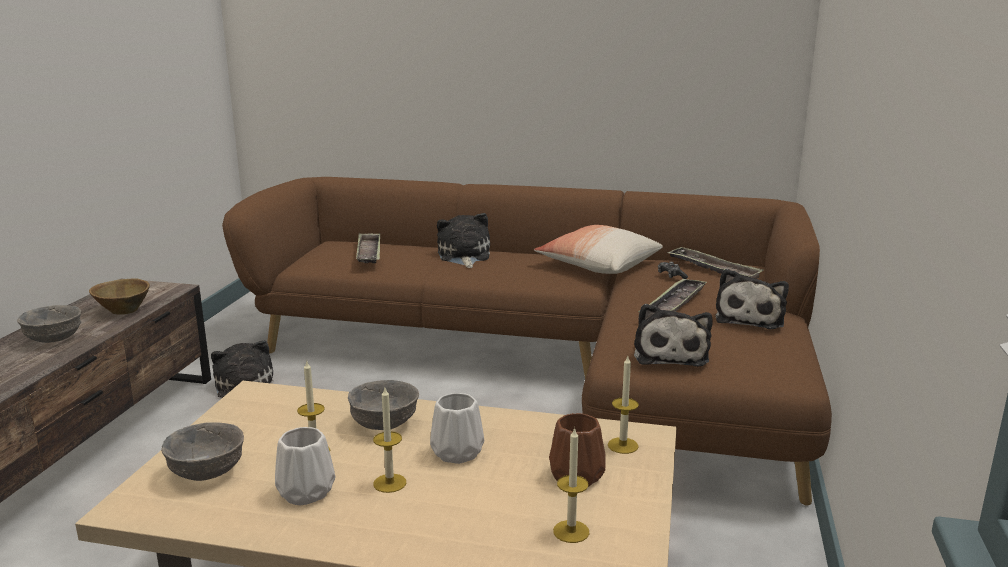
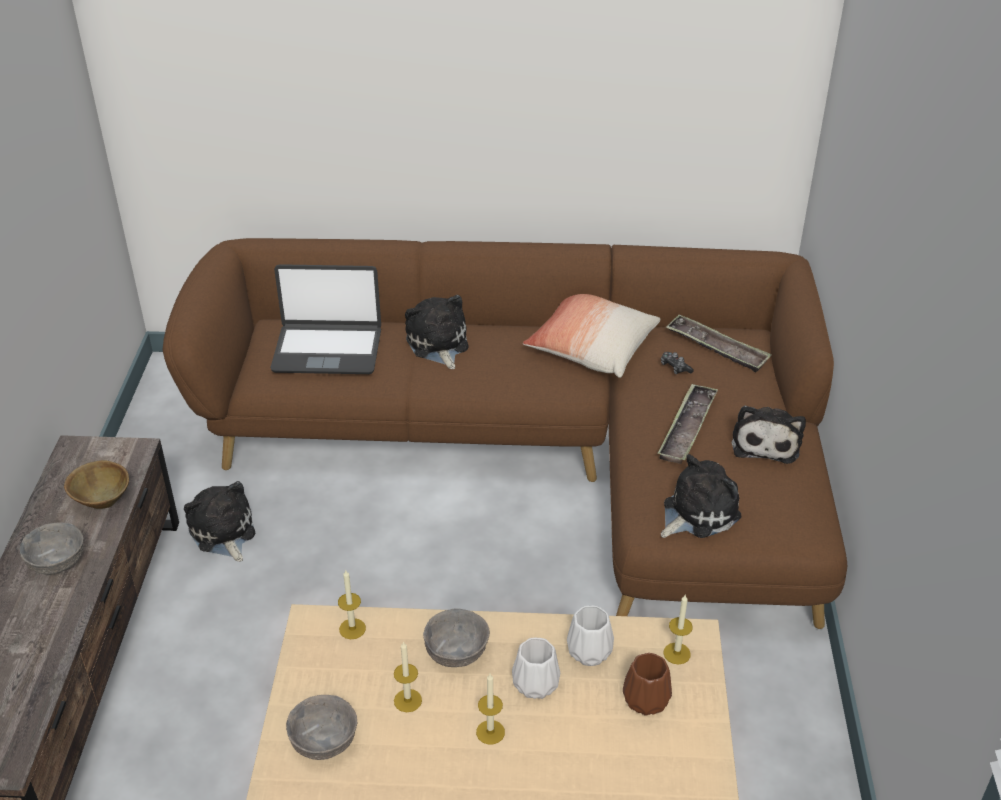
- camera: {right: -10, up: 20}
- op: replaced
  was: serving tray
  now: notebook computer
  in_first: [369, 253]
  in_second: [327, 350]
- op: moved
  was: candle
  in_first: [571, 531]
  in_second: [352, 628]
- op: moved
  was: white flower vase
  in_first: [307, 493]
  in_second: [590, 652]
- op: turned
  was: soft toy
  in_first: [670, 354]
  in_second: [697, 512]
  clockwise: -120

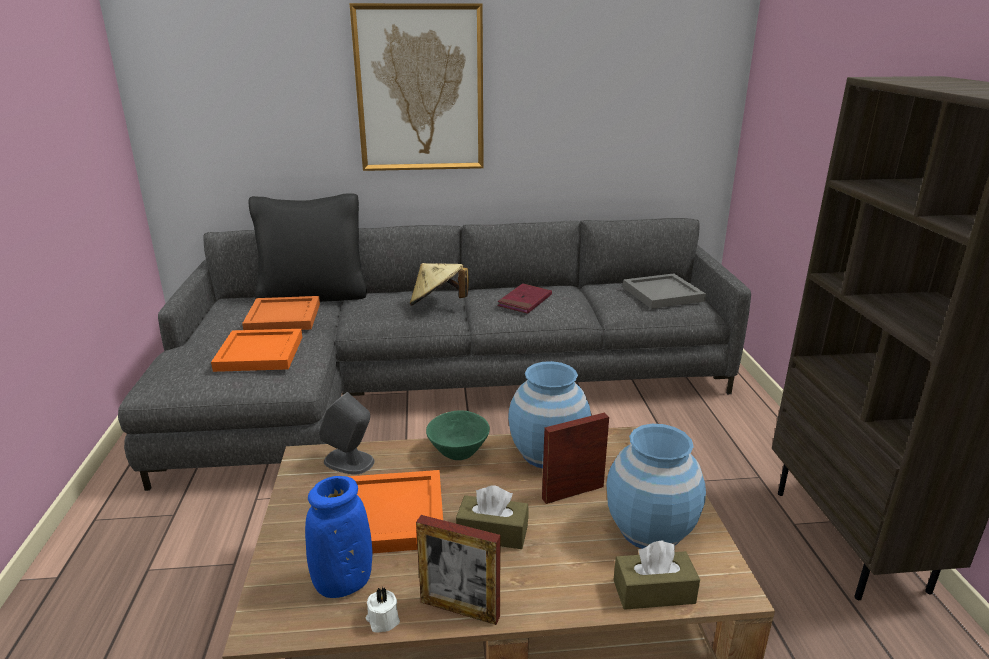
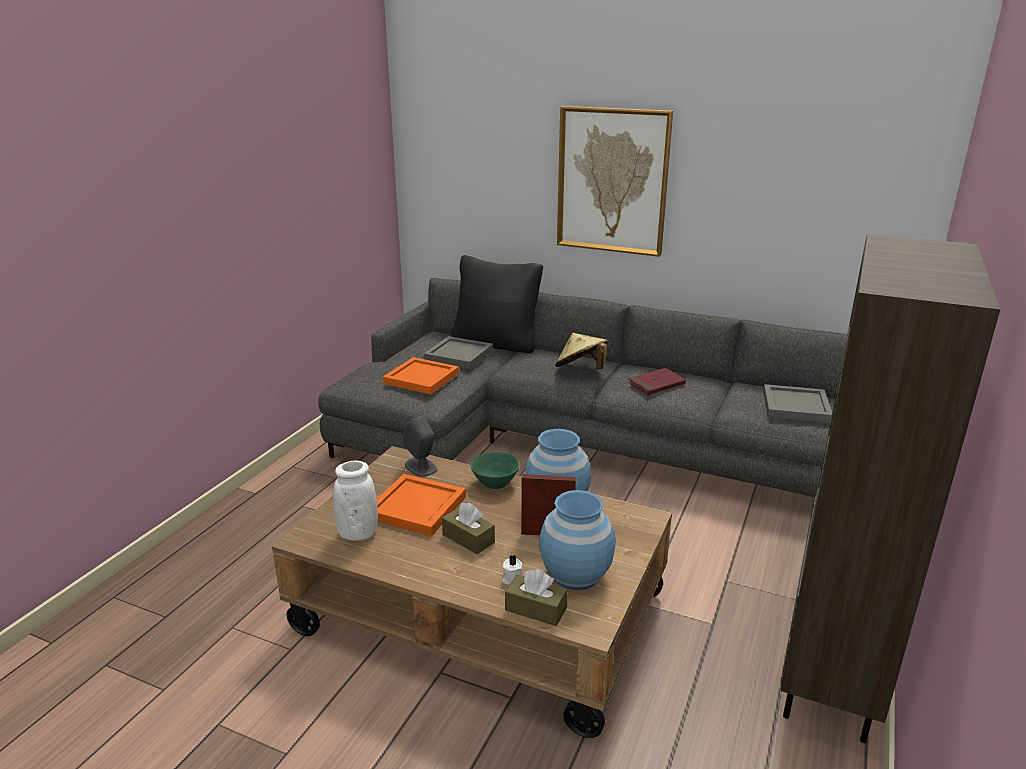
- camera: {right: 30, up: 0}
- op: recoloured
  was: blue flower vase
  now: white flower vase
  in_first: [343, 583]
  in_second: [358, 534]
- op: recoloured
  was: orange serving tray
  now: greyish serving tray
  in_first: [284, 317]
  in_second: [459, 355]
- op: moved
  was: white candle
  in_first: [382, 620]
  in_second: [512, 578]
- op: removed
  was: standing frame
  in_first: [460, 609]

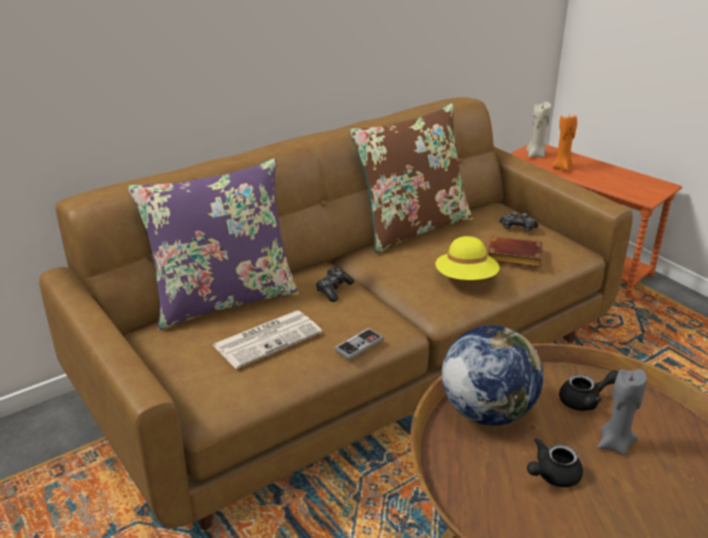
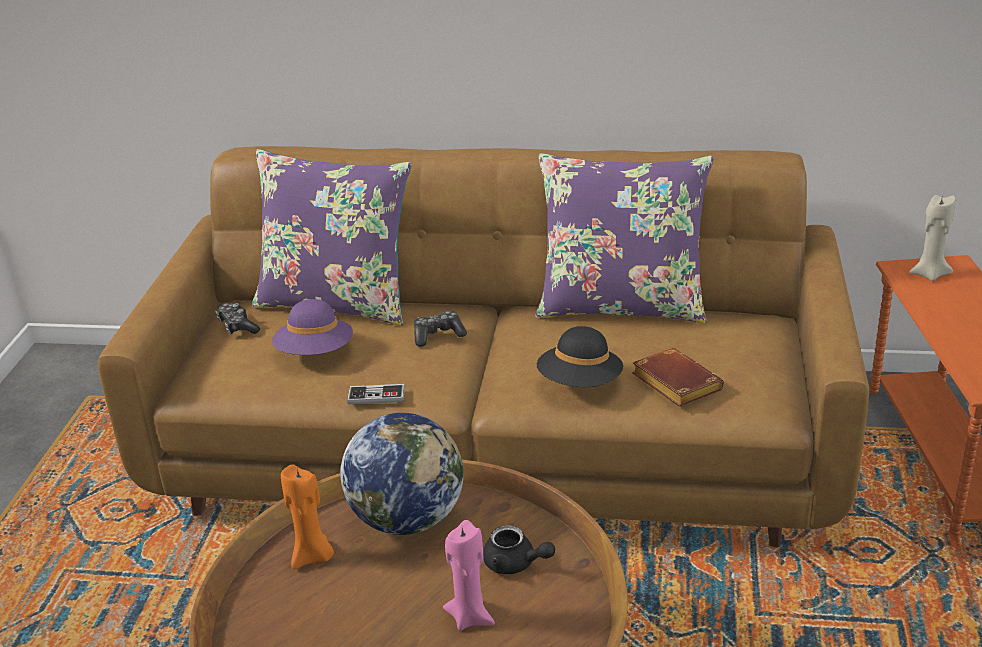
- camera: {right: 45, up: 0}
- op: moved
  was: game controller
  in_first: [517, 228]
  in_second: [237, 326]
- op: replaced
  was: daily paper
  now: purple clothing hat
  in_first: [268, 338]
  in_second: [315, 353]
- op: moved
  was: orange candle
  in_first: [562, 167]
  in_second: [313, 557]
- op: recoloured
  was: greyish candle
  now: pinkish candle
  in_first: [614, 444]
  in_second: [470, 616]
- op: recoloured
  was: brown-coloured throw pillow
  now: purple throw pillow
  in_first: [412, 228]
  in_second: [622, 306]
- op: recoloured
  was: yellowish clothing hat
  now: black-coloured clothing hat
  in_first: [466, 279]
  in_second: [580, 383]
- op: removed
  was: black-coloured tea pot
  in_first: [552, 475]

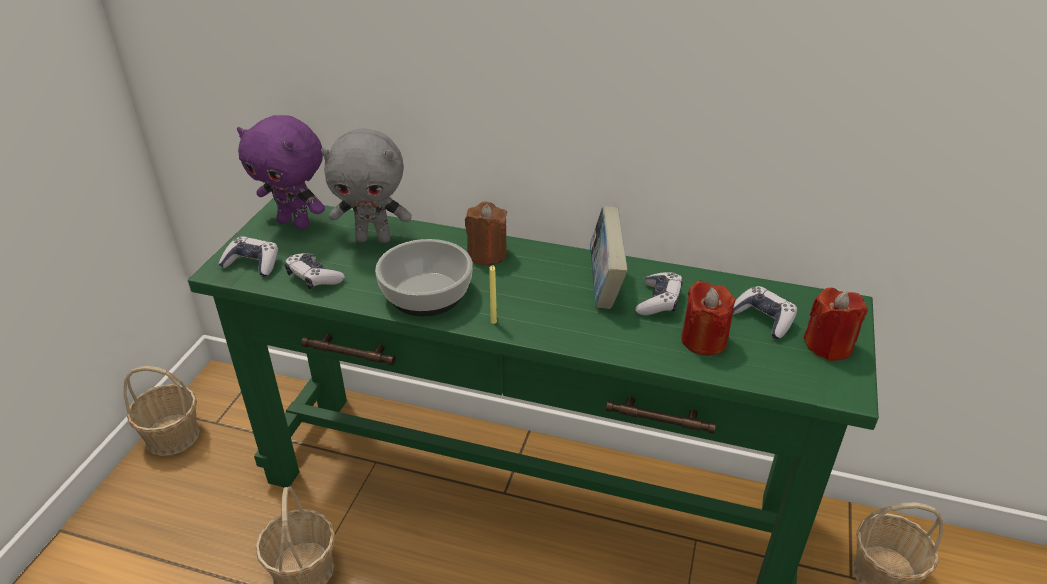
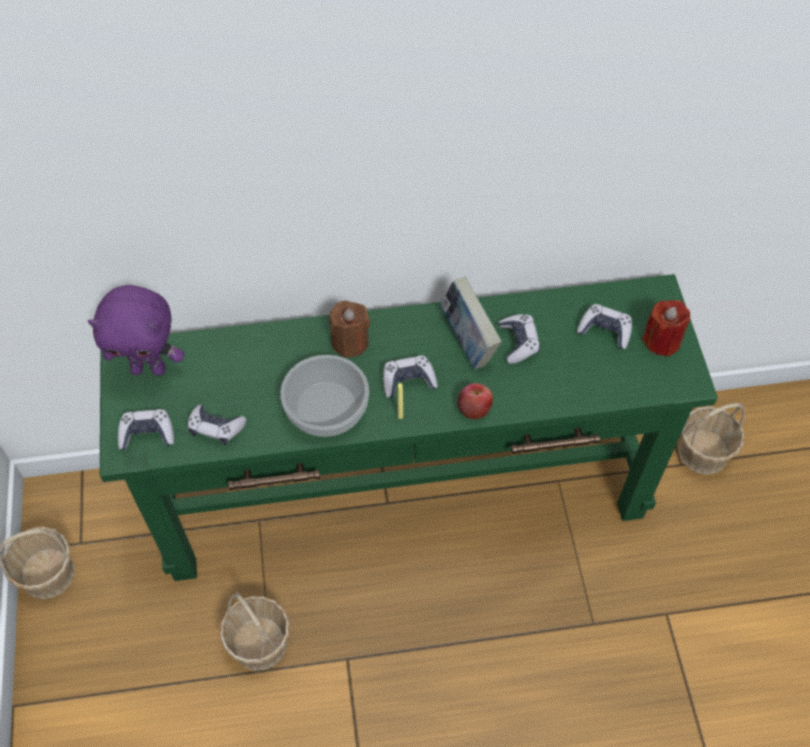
- camera: {right: -25, up: 20}
- op: added
  now: game controller
  in_second: [408, 381]
- op: added
  now: apple fruit
  in_second: [474, 408]
- op: removed
  was: greyish soft toy
  in_first: [374, 238]
- op: removed
  was: red-coloured candle
  in_first: [704, 340]

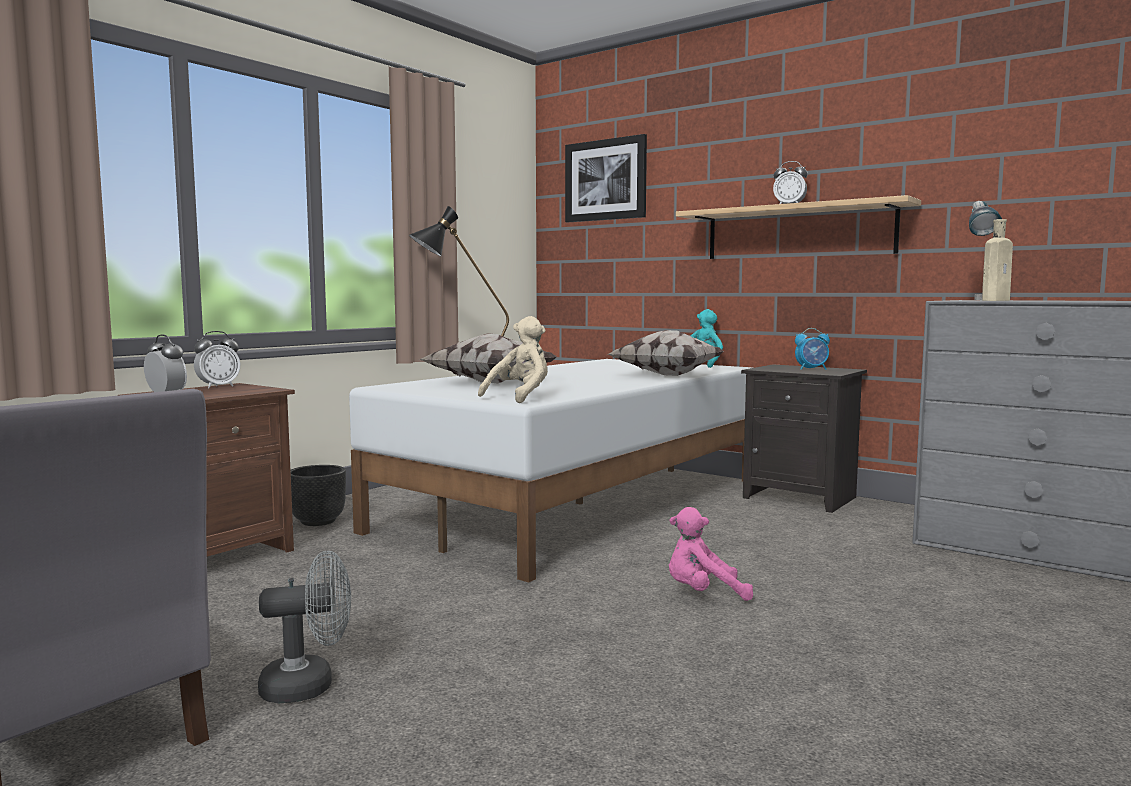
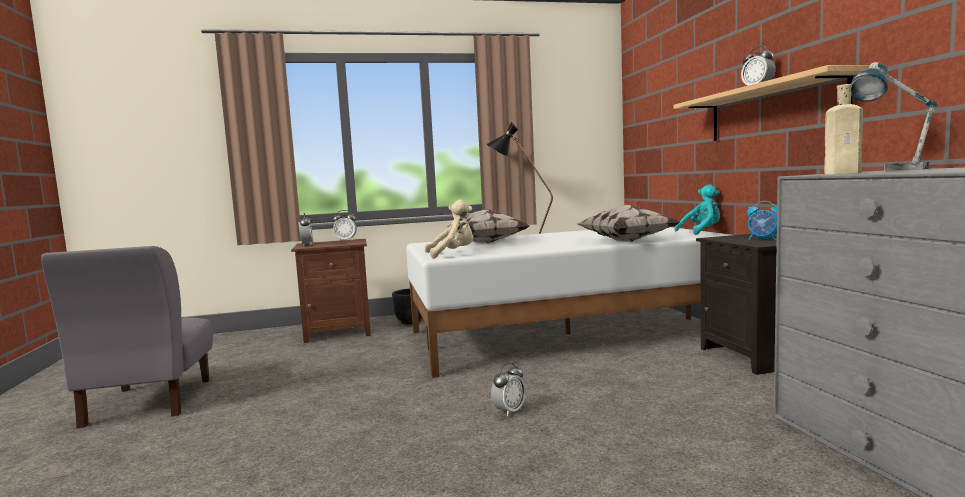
- camera: {right: 40, up: 0}
- op: replaced
  was: pinkish soft toy
  now: table clock
  in_first: [703, 594]
  in_second: [509, 411]
- op: removed
  was: greyish electric fan
  in_first: [309, 685]
- op: removed
  was: picture
  in_first: [605, 180]

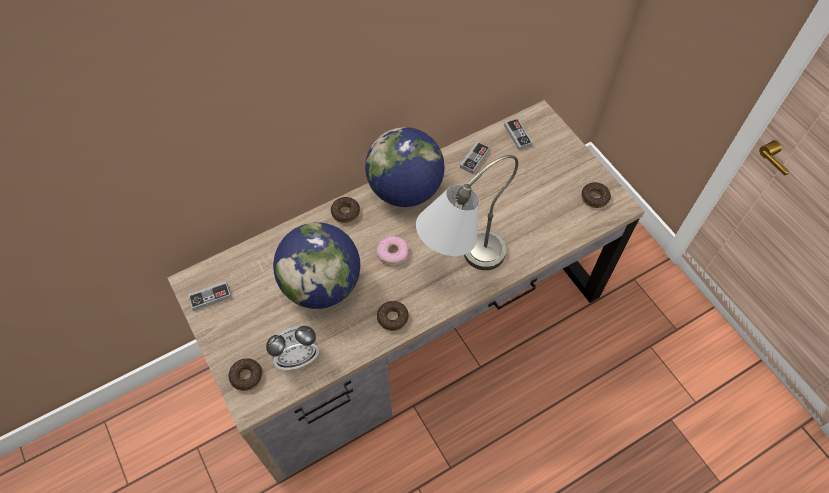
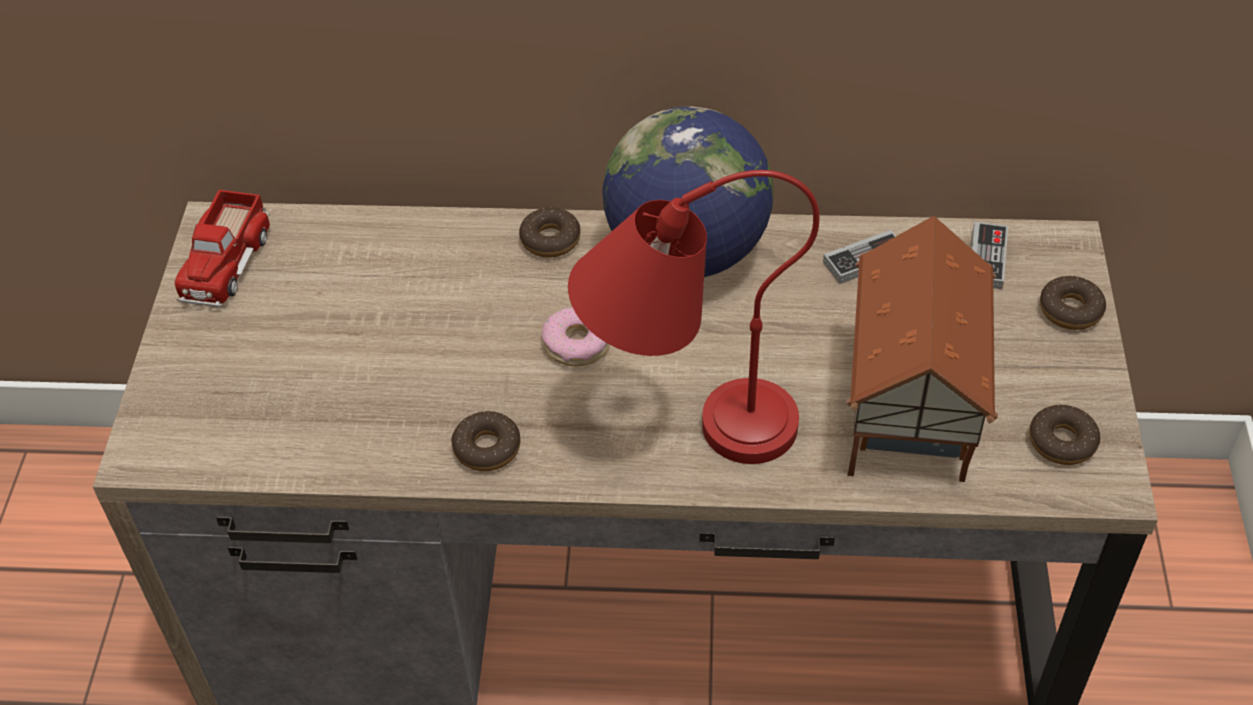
- camera: {right: 35, up: -10}
- op: replaced
  was: game controller
  now: model truck
  in_first: [210, 297]
  in_second: [225, 261]
- op: recoloured
  was: greyish table lamp
  now: red-coloured table lamp
  in_first: [459, 264]
  in_second: [683, 423]
- op: added
  now: miniature house
  in_second: [906, 409]
- op: moved
  was: ring doughnut
  in_first: [246, 376]
  in_second: [1070, 310]
- op: removed
  was: table clock
  in_first: [297, 357]
- op: removed
  was: desk globe
  in_first: [322, 285]

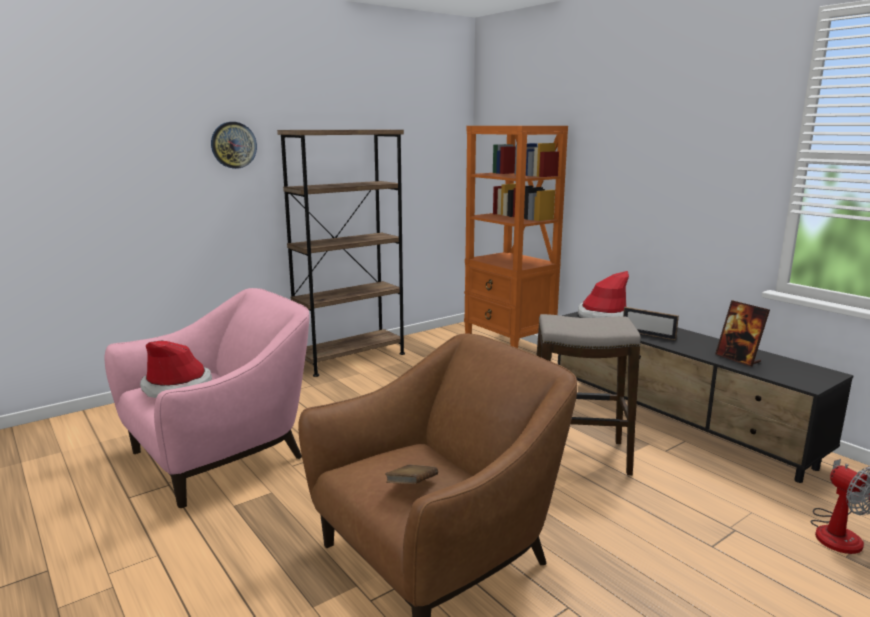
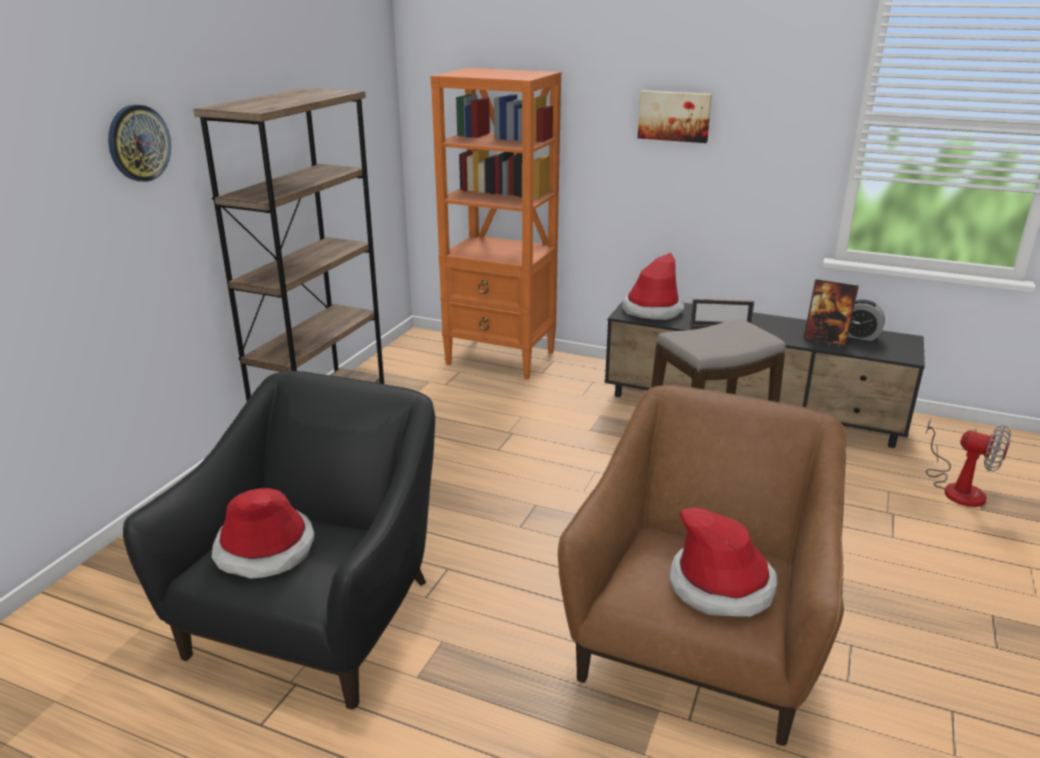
- camera: {right: -30, up: 10}
- op: recoloured
  was: pinkish armchair
  now: black-coloured armchair
  in_first: [221, 456]
  in_second: [317, 618]
- op: added
  now: picture
  in_second: [674, 116]
- op: replaced
  was: brown-coloured book
  now: clothing hat
  in_first: [412, 486]
  in_second: [721, 585]
- op: added
  now: table clock
  in_second: [859, 336]

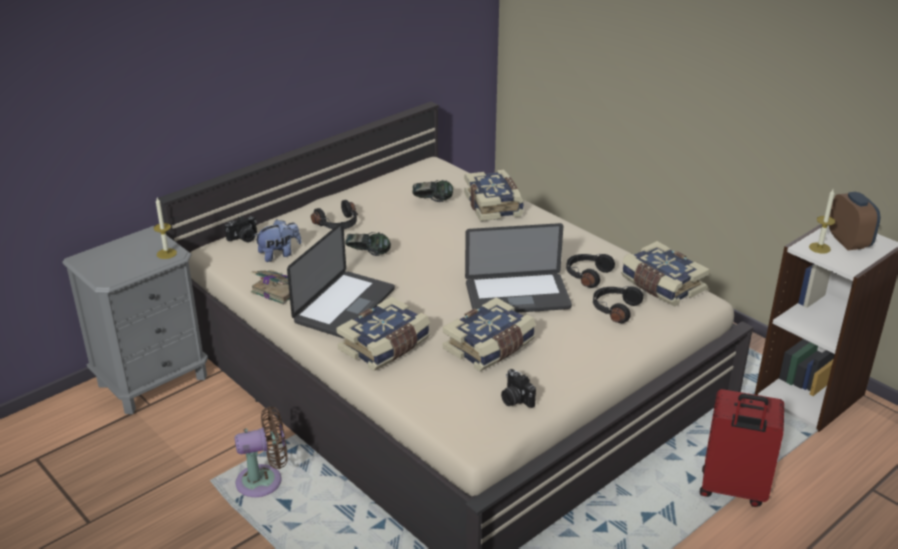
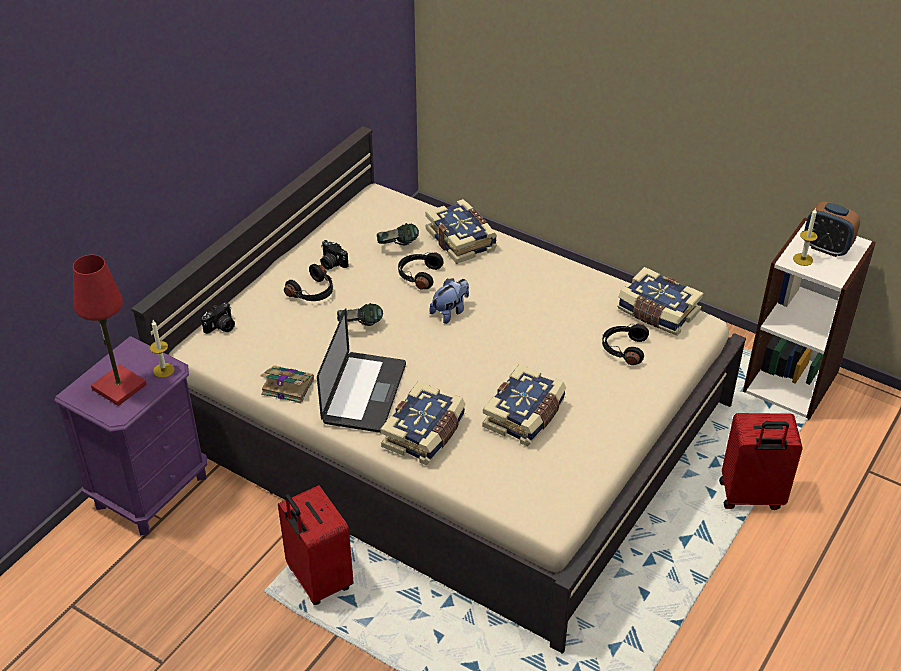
- camera: {right: -15, up: 10}
- op: recoloured
  was: greyish night table
  now: purple night table
  in_first: [153, 380]
  in_second: [151, 490]
- op: added
  now: red-coloured table lamp
  in_second: [119, 387]
- op: replaced
  was: brown-coloured electric fan
  now: red-coloured suitcase
  in_first: [264, 481]
  in_second: [317, 580]
- op: moved
  was: photo camera
  in_first: [515, 399]
  in_second: [332, 263]
- op: moved
  was: black-coloured headset
  in_first: [587, 275]
  in_second: [418, 275]
- op: moved
  was: soft toy
  in_first: [279, 254]
  in_second: [450, 312]
- op: turned
  was: table clock
  in_first: [848, 242]
  in_second: [826, 248]
  clockwise: 150
- op: removed
  was: notebook computer
  in_first: [517, 296]

